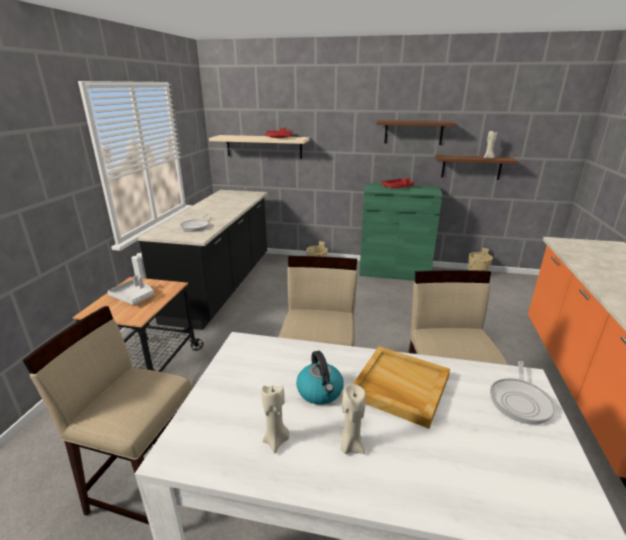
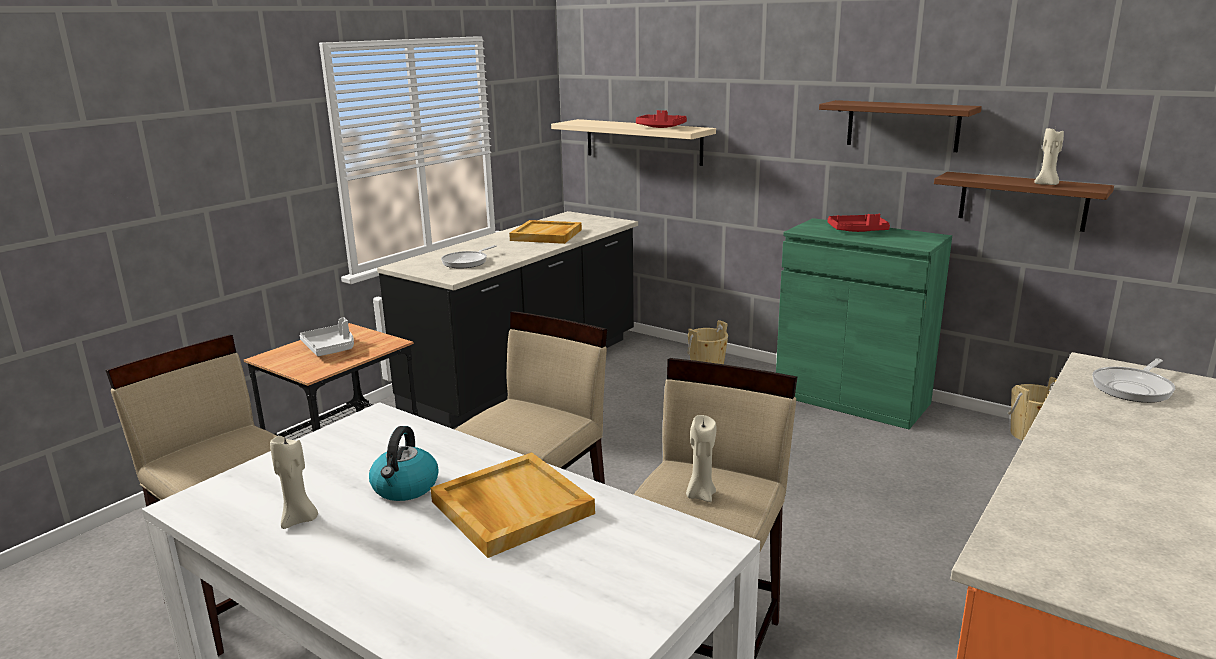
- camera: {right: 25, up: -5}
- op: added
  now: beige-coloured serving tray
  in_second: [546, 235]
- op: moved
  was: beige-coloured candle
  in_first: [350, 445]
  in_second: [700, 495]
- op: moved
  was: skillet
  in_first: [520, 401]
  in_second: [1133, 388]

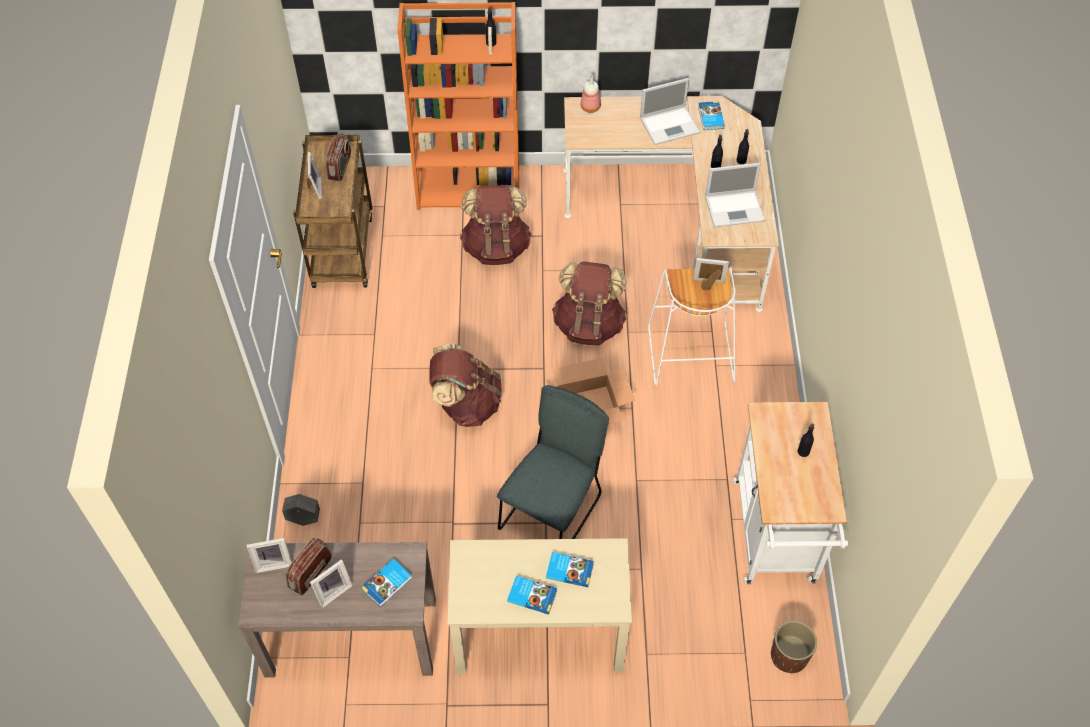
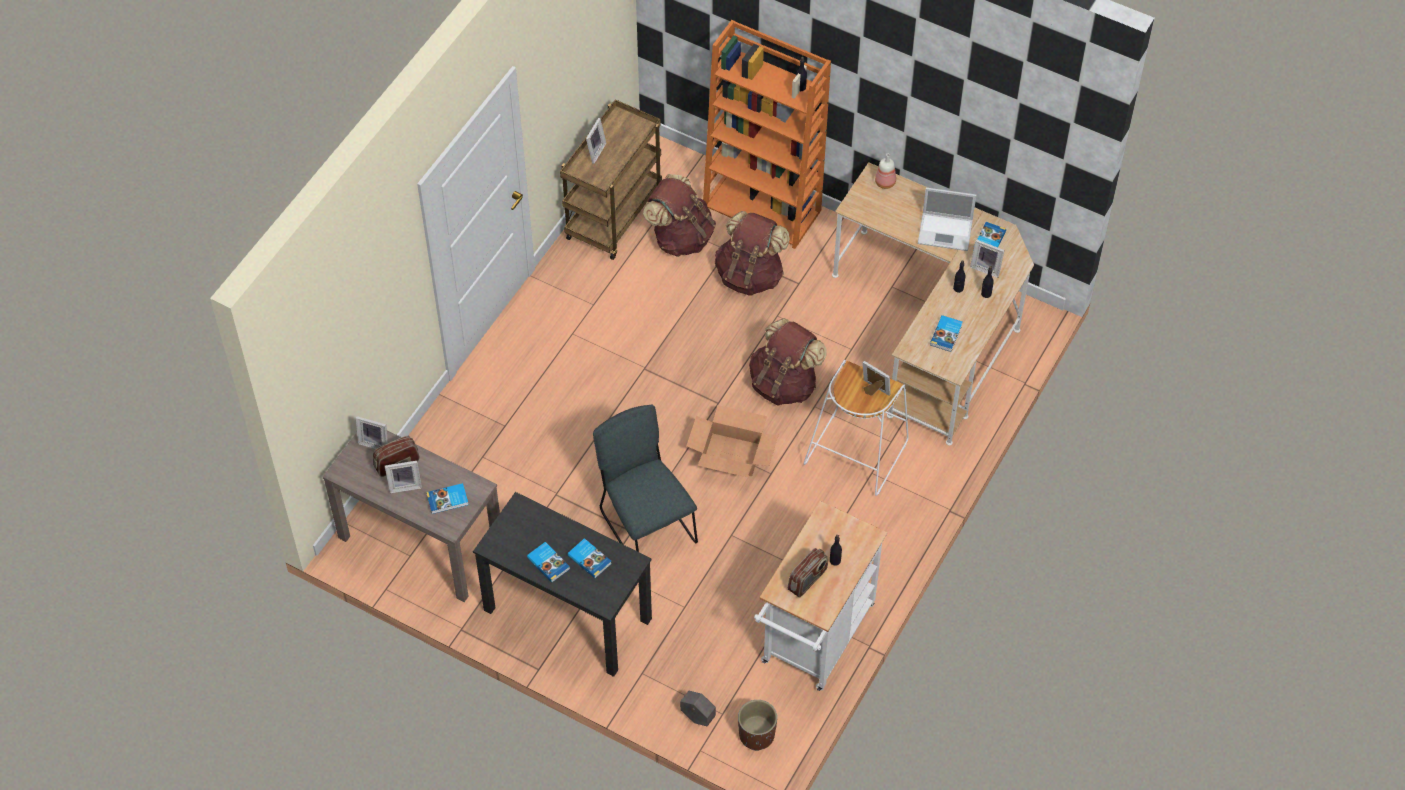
- camera: {right: 30, up: 0}
- op: recoloured
  was: beige-coloured desk unit
  now: black-coloured desk unit
  in_first: [539, 634]
  in_second: [567, 614]
- op: turned
  was: greyish upright chair
  in_first: [553, 509]
  in_second: [645, 523]
  clockwise: -90
- op: moved
  was: brown-coloured knapsack
  in_first: [466, 404]
  in_second: [680, 237]
- op: moved
  was: greyish planter
  in_first: [304, 519]
  in_second: [698, 717]
- op: moved
  was: radio
  in_first: [340, 167]
  in_second: [807, 580]
- op: replaced
  was: notebook computer
  now: book
  in_first: [735, 208]
  in_second: [946, 335]
- op: added
  now: standing frame
  in_second: [986, 267]

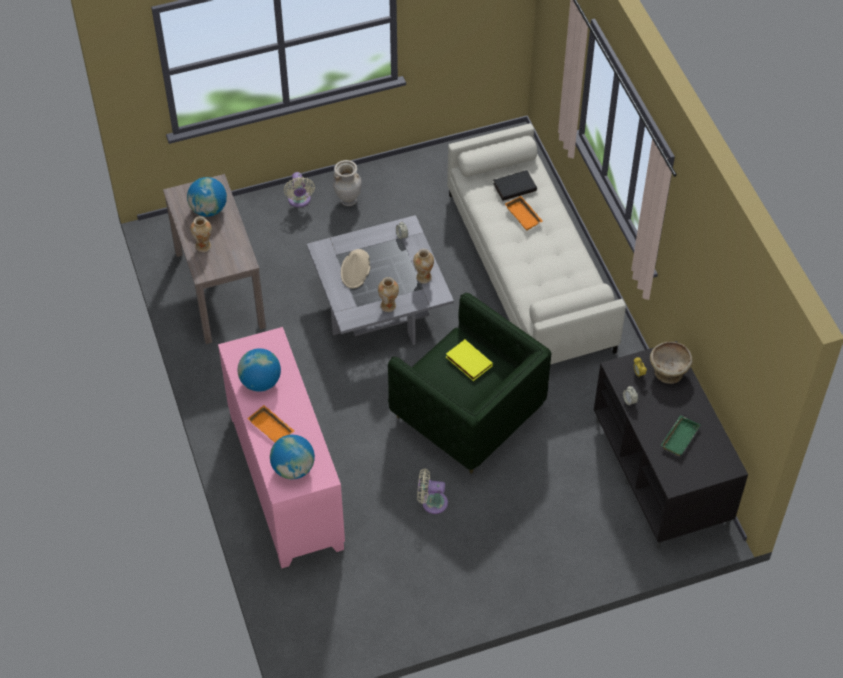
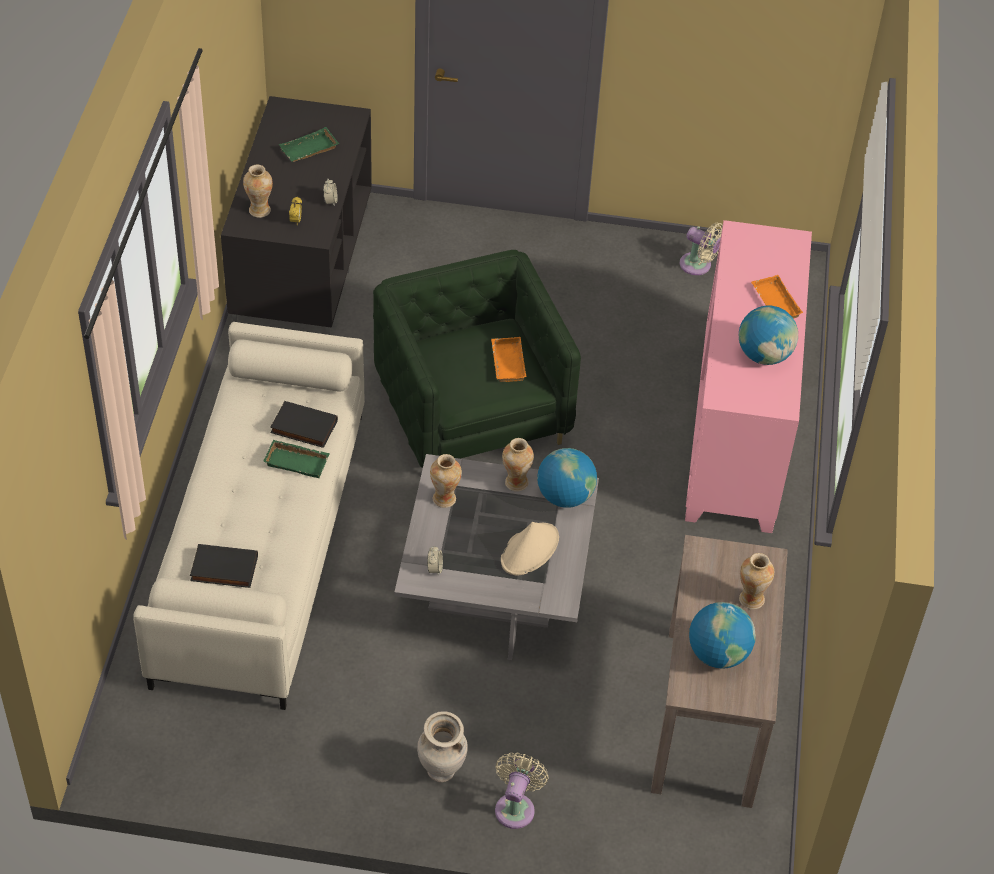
- camera: {right: -155, up: -5}
- op: replaced
  was: beige-coloured bowl
  now: flower vase
  in_first: [668, 371]
  in_second: [259, 210]
- op: added
  now: green-coloured serving tray
  in_second: [298, 461]
- op: added
  now: black-coloured book
  in_second: [303, 428]
- op: moved
  was: orange serving tray
  in_first: [524, 215]
  in_second: [506, 362]
- op: moved
  was: desk globe
  in_first: [293, 468]
  in_second: [564, 496]
- op: moved
  was: beige-coloured electric fan
  in_first: [431, 502]
  in_second: [698, 266]
- op: removed
  was: yellowish book
  in_first: [468, 362]

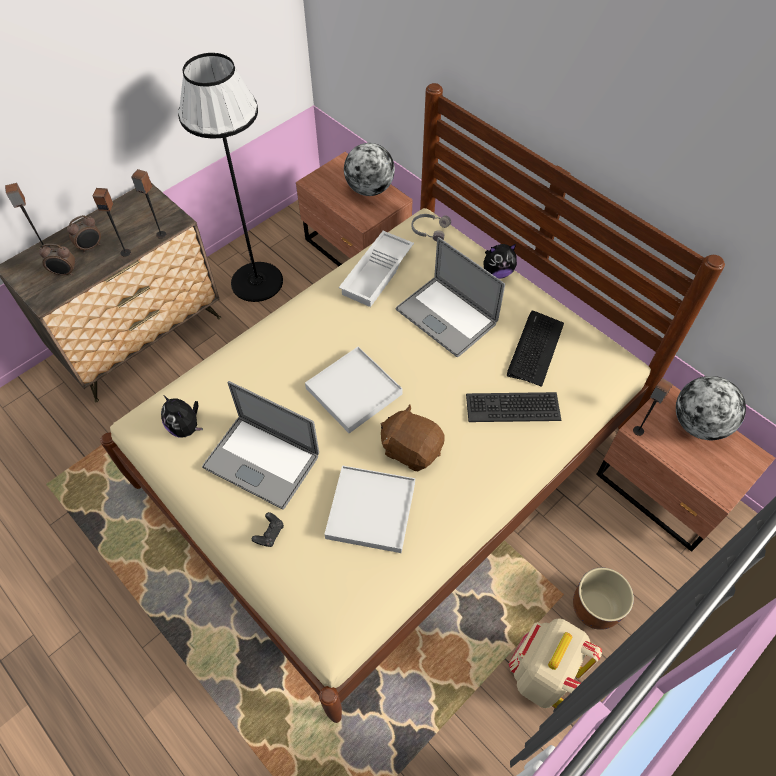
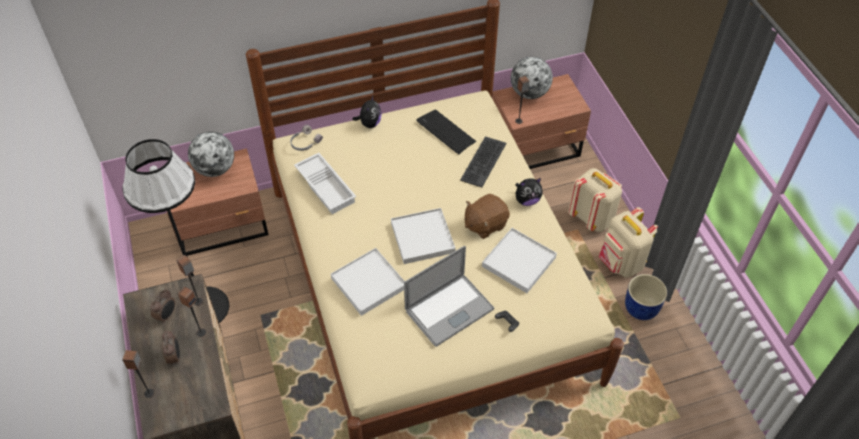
- camera: {right: -65, up: -5}
- op: moved
  was: table clock
  in_first: [65, 273]
  in_second: [167, 315]
- op: added
  now: white serving tray
  in_second: [368, 283]
- op: moved
  was: soft toy
  in_first: [186, 427]
  in_second: [527, 200]
- op: replaced
  was: brown-coloured planter
  now: beige-coloured knapsack
  in_first: [594, 607]
  in_second: [592, 218]
- op: added
  now: blue planter
  in_second: [640, 308]
- op: removed
  was: notebook computer
  in_first: [446, 316]

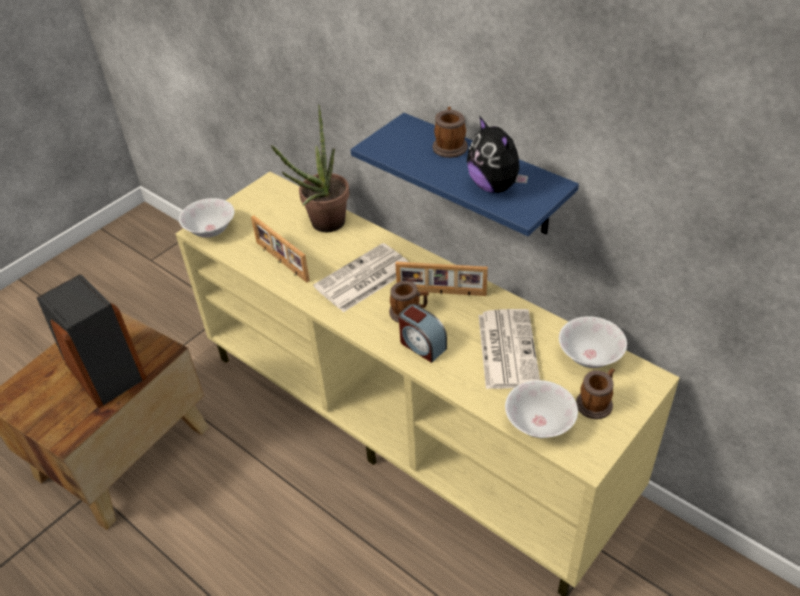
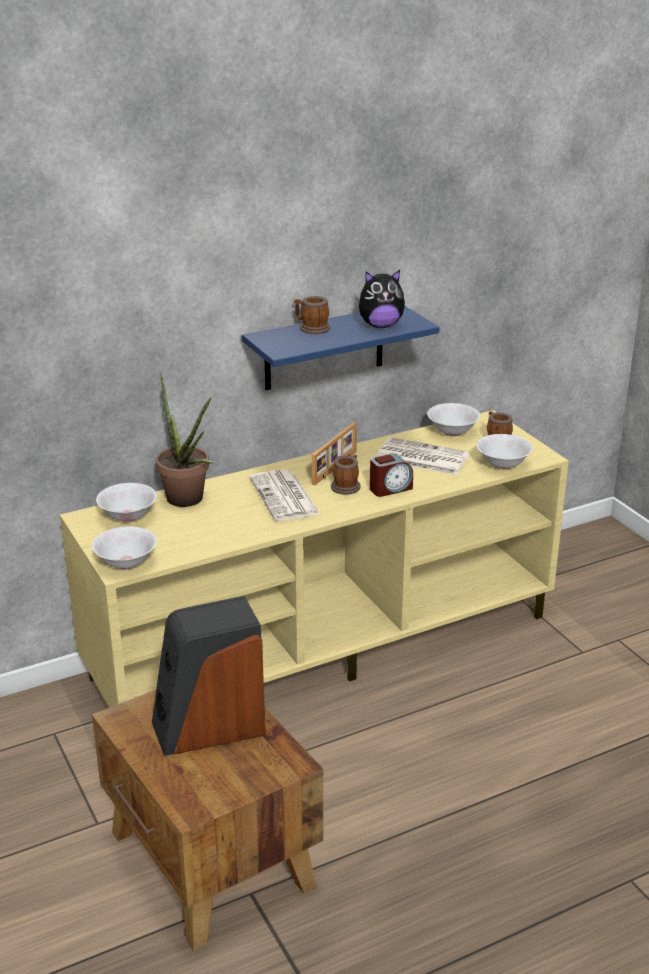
- camera: {right: -70, up: -15}
- op: added
  now: white bowl
  in_second: [128, 516]
- op: removed
  was: standing frame
  in_first: [281, 262]

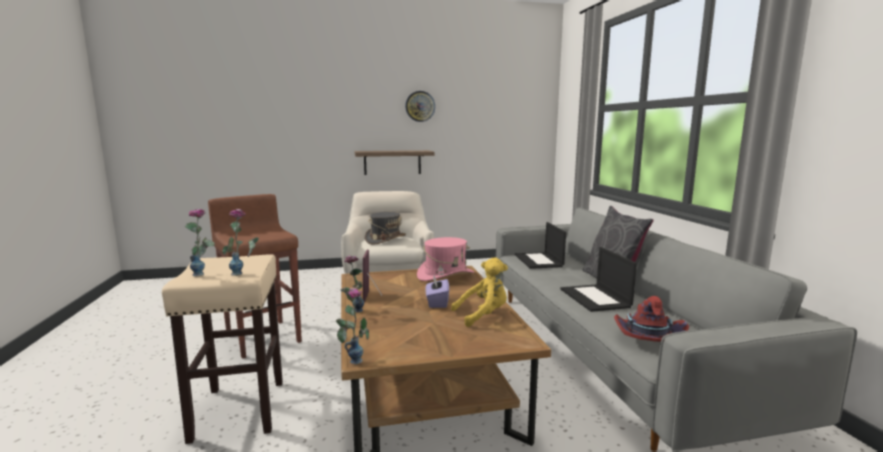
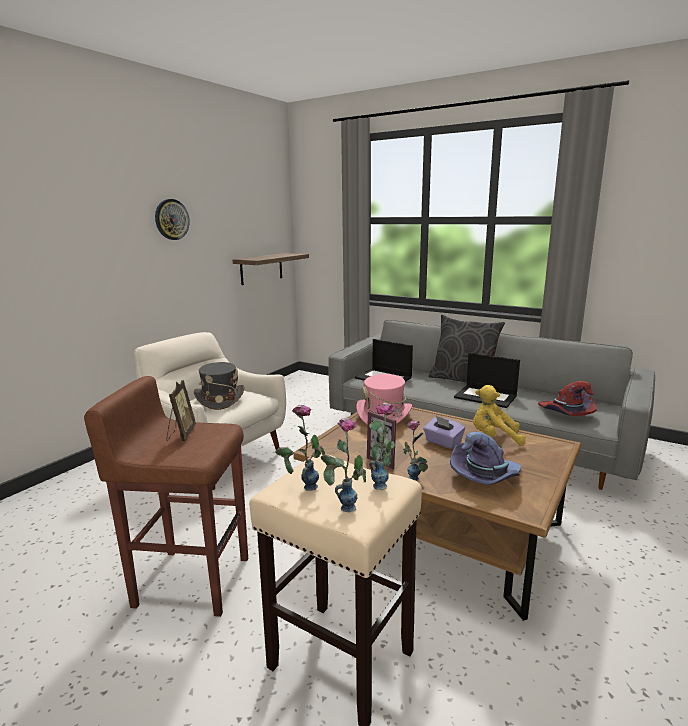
- camera: {right: -45, up: 5}
- op: added
  now: standing frame
  in_second: [181, 434]
- op: moved
  was: wall shelf
  in_first: [392, 162]
  in_second: [261, 268]
- op: moved
  was: flower vase
  in_first: [353, 358]
  in_second: [301, 486]
- op: added
  now: purple clothing hat
  in_second: [485, 477]
- op: turned
  was: yellowish soft toy
  in_first: [483, 315]
  in_second: [494, 438]
  clockwise: -105

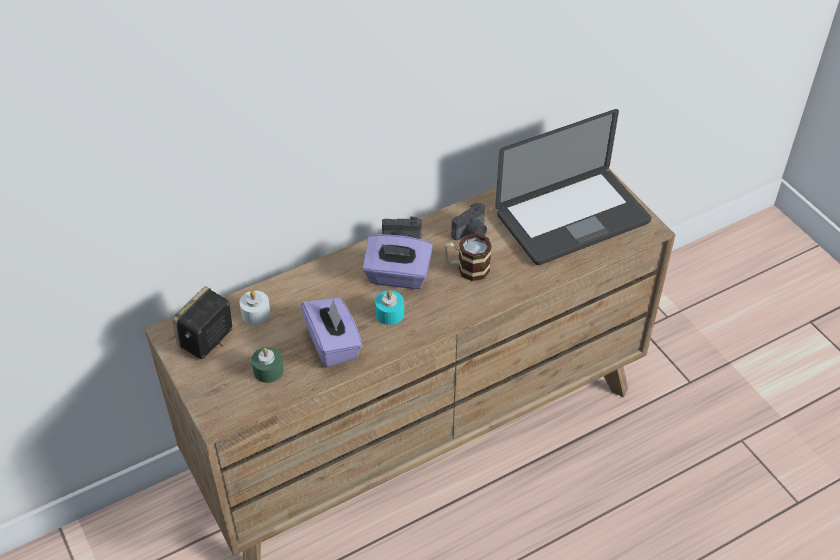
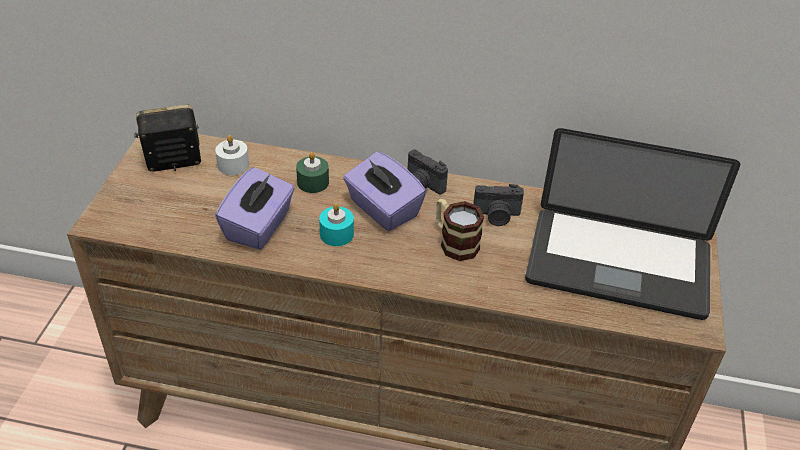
- camera: {right: 40, up: -5}
- op: moved
  was: green-coloured candle
  in_first: [268, 370]
  in_second: [313, 182]

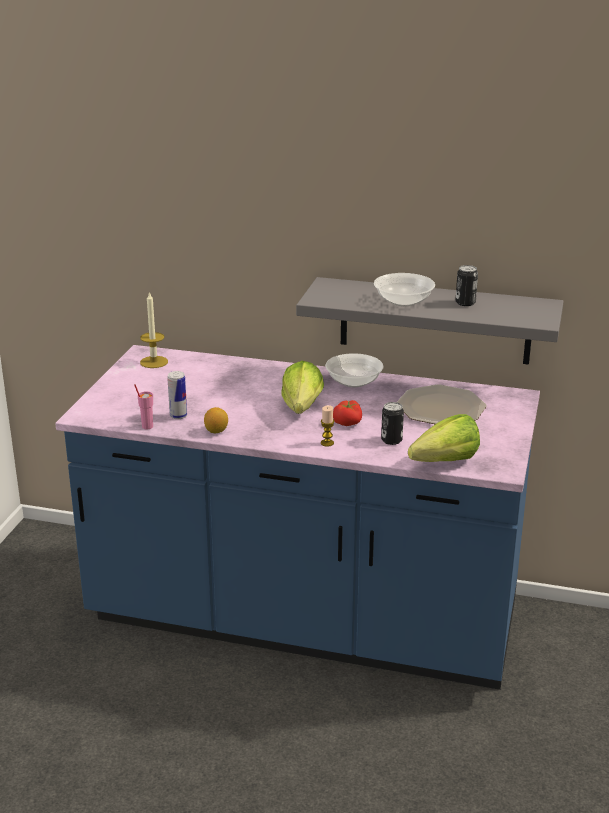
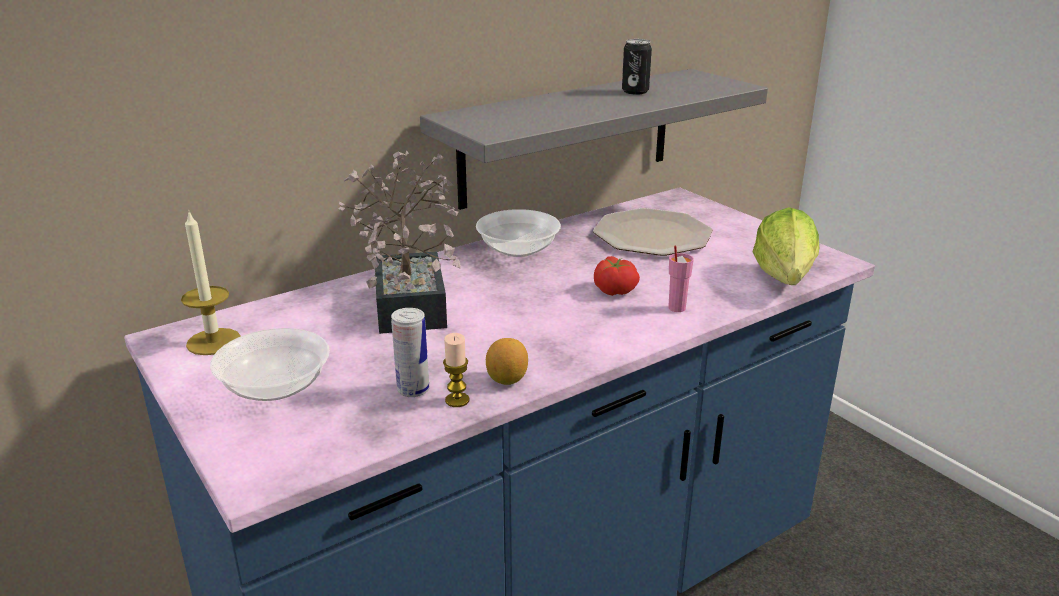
- camera: {right: -50, up: 0}
- op: moved
  was: bowl
  in_first: [403, 301]
  in_second: [275, 387]
- op: added
  now: plant in a pot
  in_second: [411, 300]
- op: moved
  was: candle
  in_first: [327, 443]
  in_second: [457, 400]
- op: moved
  was: pinkish cup
  in_first: [147, 426]
  in_second: [676, 308]
- op: removed
  was: head of lettuce
  in_first: [299, 411]
- op: removed
  was: can
  in_first: [391, 440]

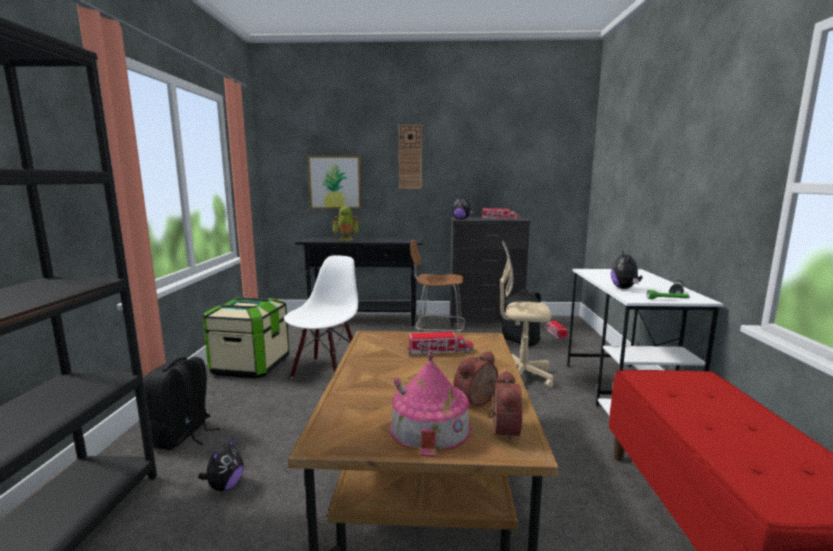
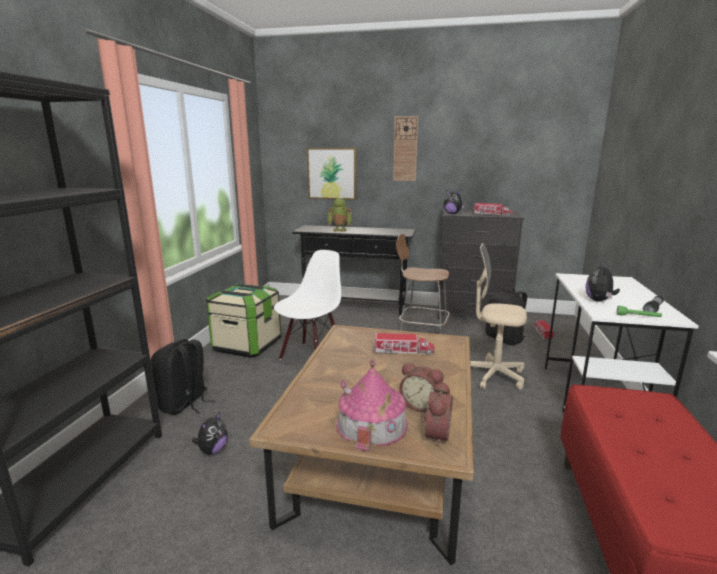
- camera: {right: 10, up: 5}
- op: turned
  was: table clock
  in_first: [477, 402]
  in_second: [421, 405]
  clockwise: -120

